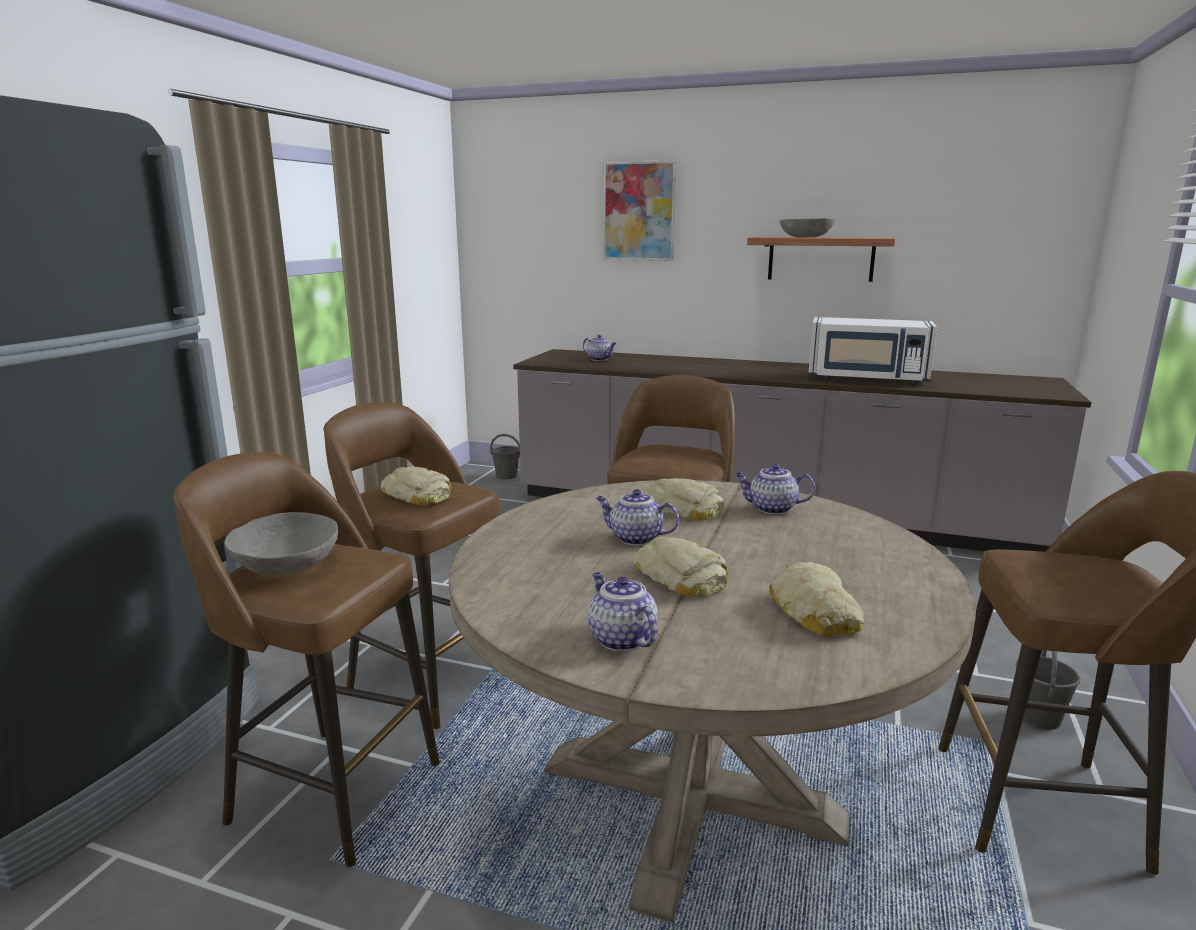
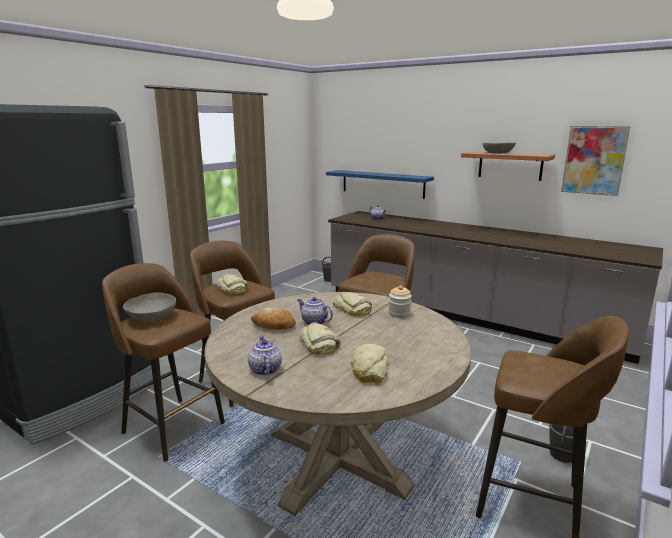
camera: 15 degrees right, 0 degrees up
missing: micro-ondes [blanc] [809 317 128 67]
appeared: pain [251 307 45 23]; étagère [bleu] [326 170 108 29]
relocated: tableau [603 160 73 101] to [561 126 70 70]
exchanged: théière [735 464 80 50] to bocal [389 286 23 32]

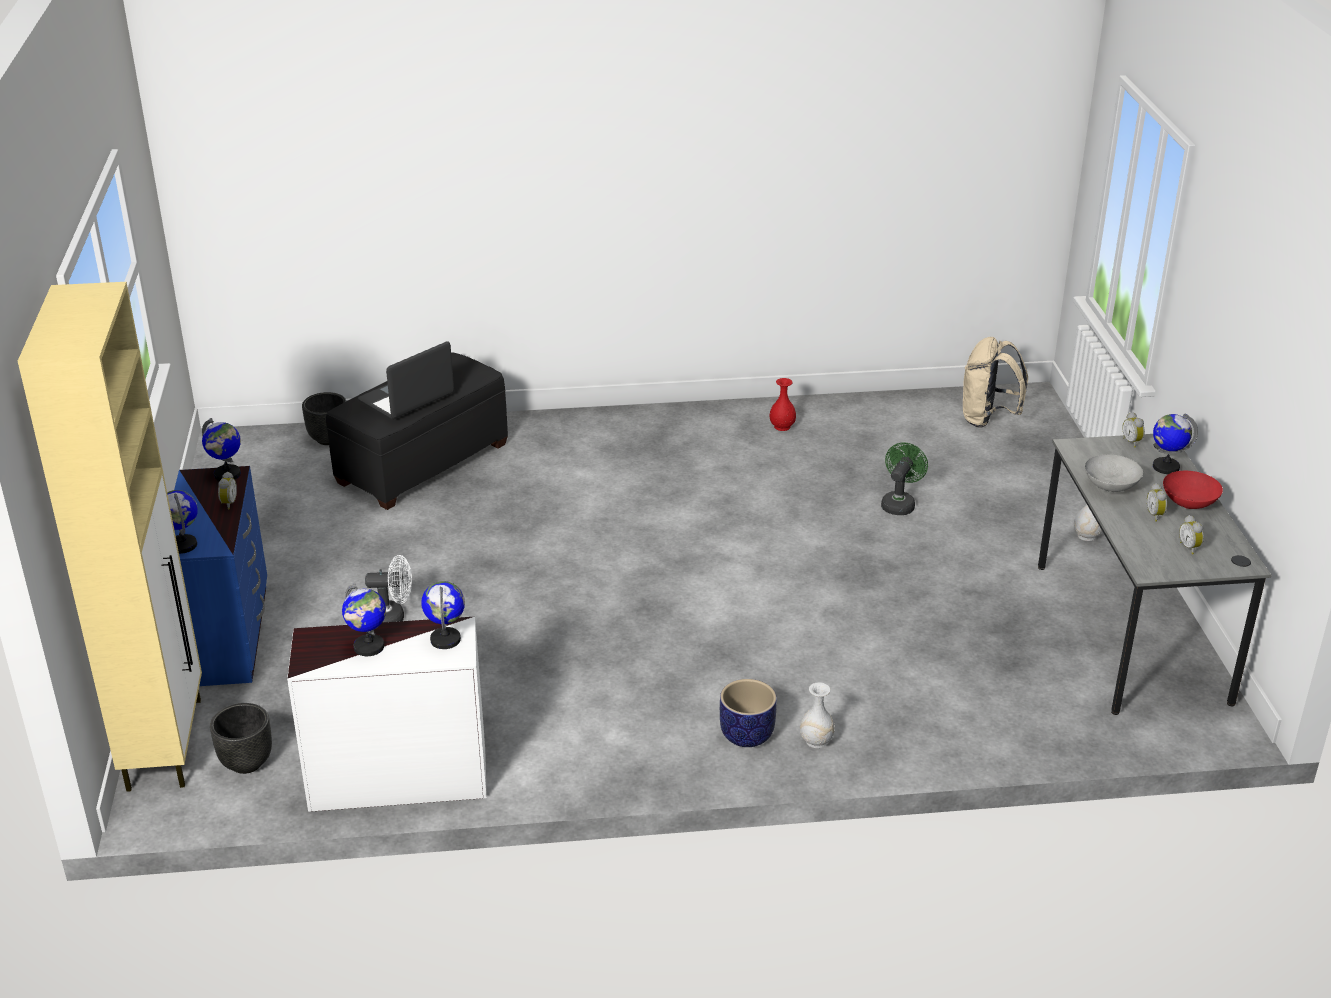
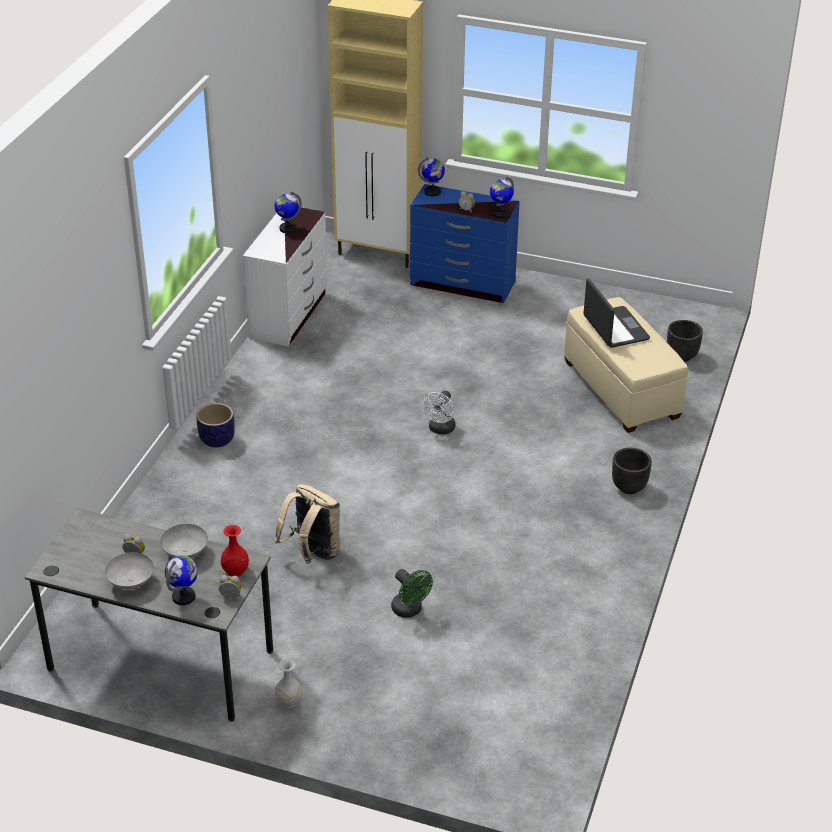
camera: 115 degrees right, 5 degrees up
missing: globe [421 581 44 68]; vase [blanc] [800 682 35 66]; réveil [1179 515 25 39]
relocated: cache-pot [noir] [210 703 62 71] to [612 448 40 46]; ventilateur [blanc] [365 555 47 67] to [421 391 34 44]; vase [rouge] [770 378 26 53] to [221 525 28 52]; sac à dos [beige] [963 337 65 91] to [274 484 66 80]
colour: pouf [noir] [326 352 182 158] to pouf [beige] [564 297 124 136]; bol [rouge] [1163 471 60 38] to bol [gris] [105 553 49 37]

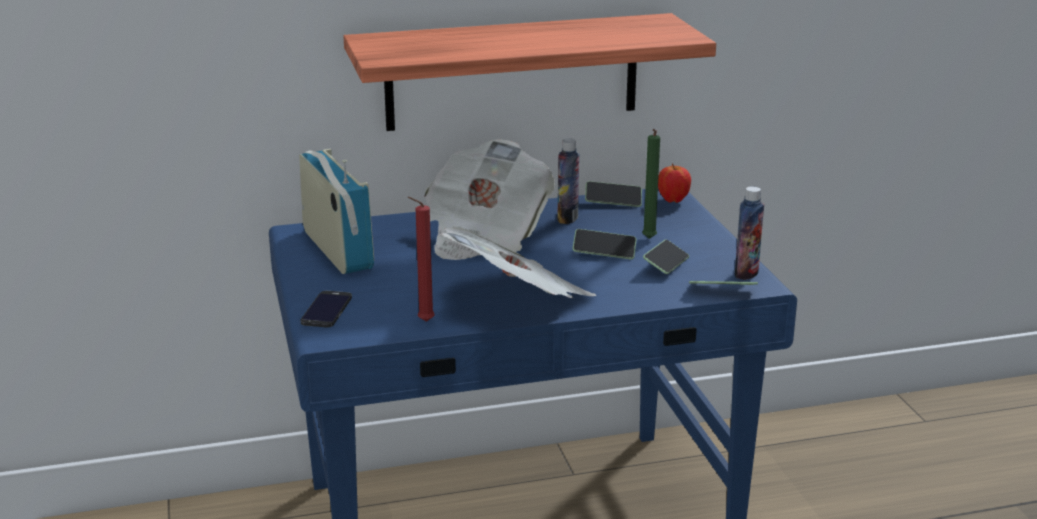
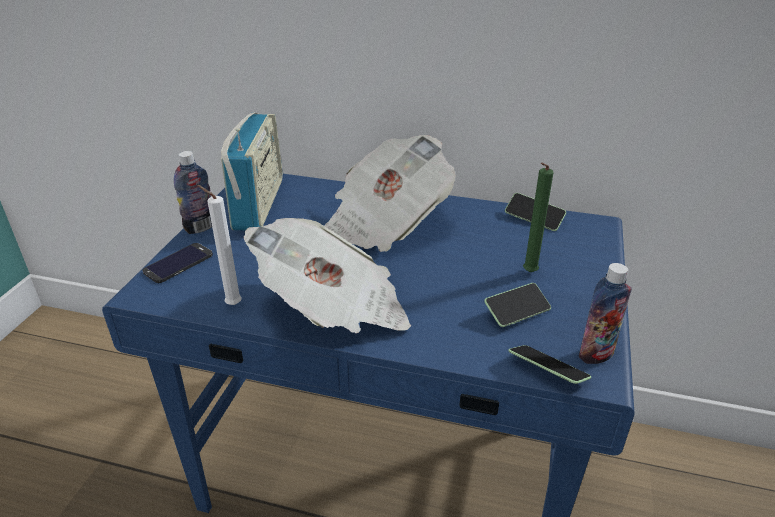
camera: 30 degrees right, 10 degrees up
missing: étagère [343 13 373 118]; téléphone [573 229 63 30]; pomme [658 163 33 40]
relocated: bouteille [557 138 22 86] to [174 151 38 83]
colour: bougie [rouge] [408 197 27 125] to bougie [blanc] [197 185 45 120]

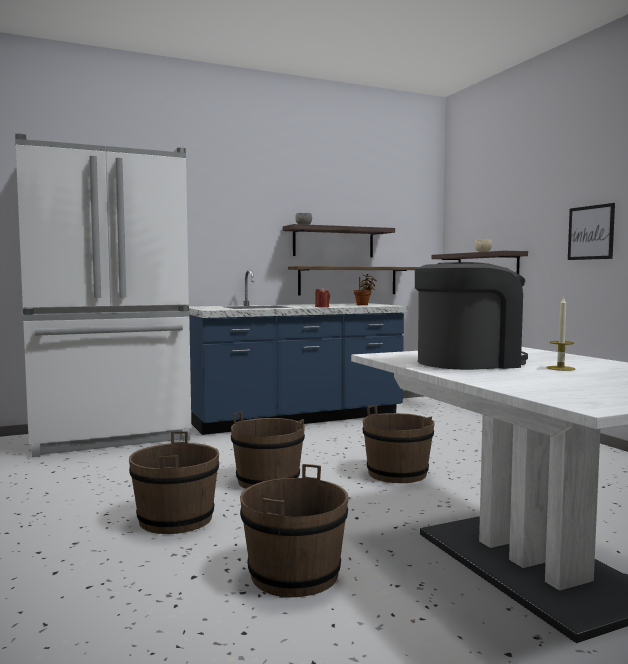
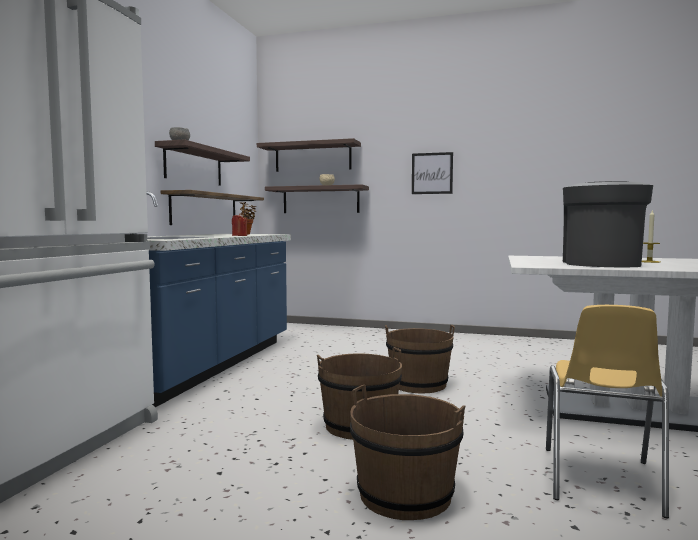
camera: 50 degrees left, 0 degrees up
appeared: étagère [257 138 104 34]
exchanged: seau [marron] [240 464 108 133] to chaise [jaune] [546 305 123 213]

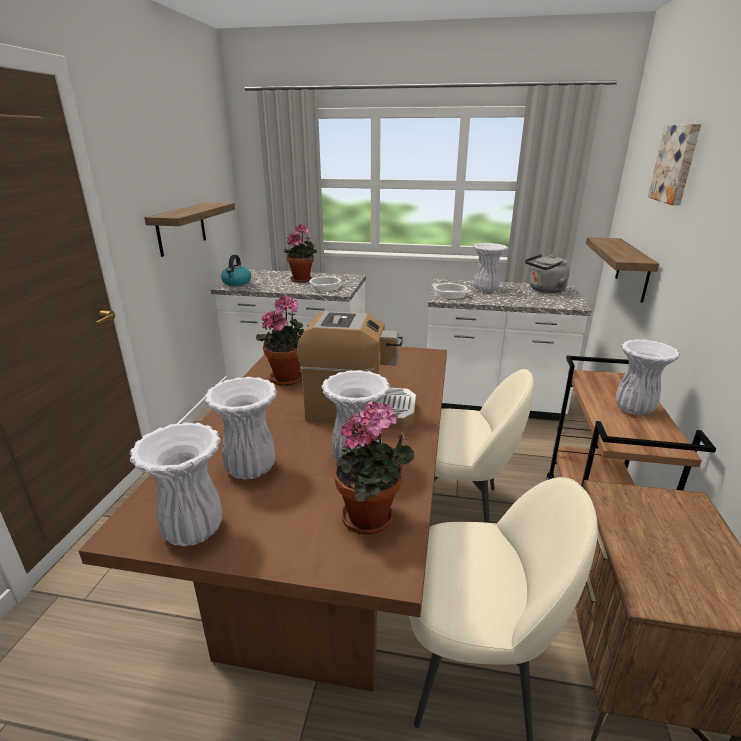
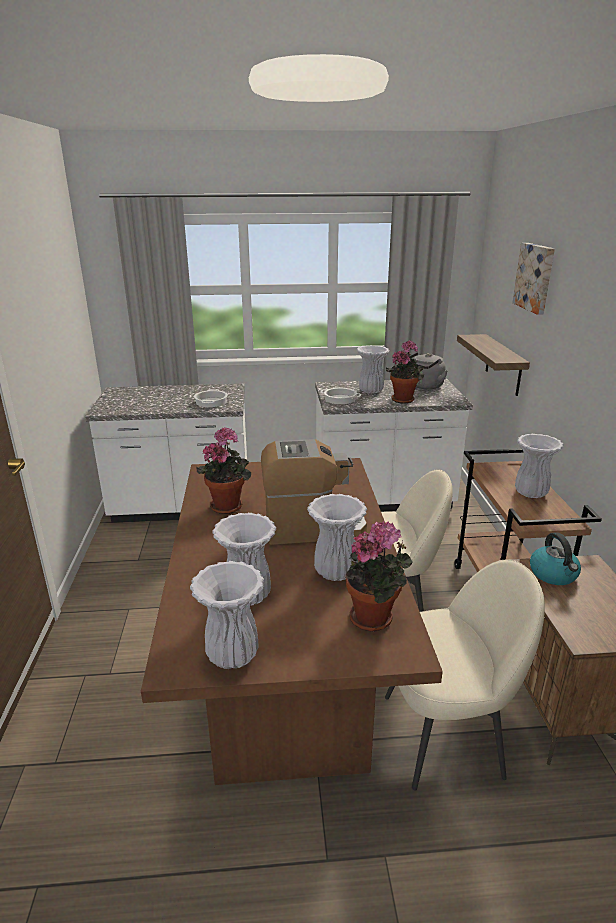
camera: 15 degrees left, 0 degrees up
missing: étagère [144 202 91 55]
relocated: bouilloire [221 255 30 31] to [530 532 51 53]; plante en pot [284 224 33 59] to [386 340 38 64]

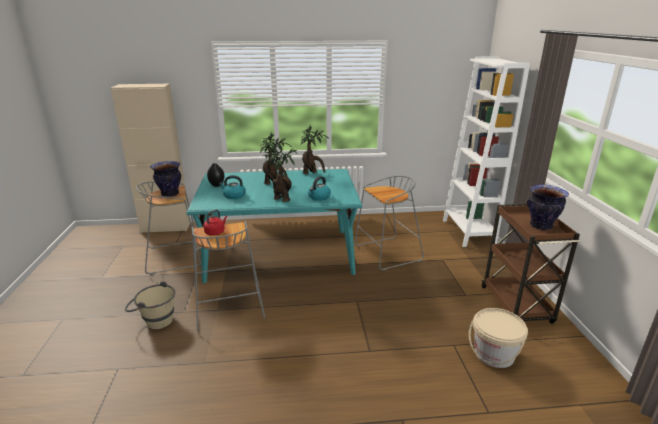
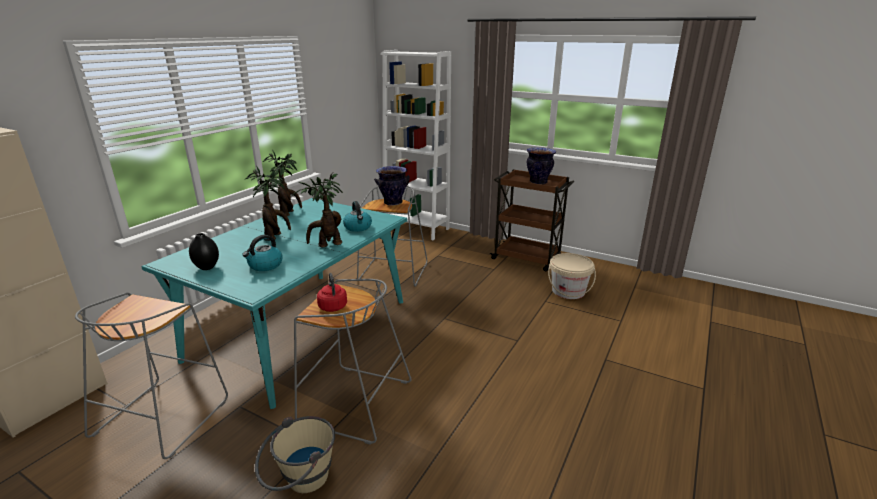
camera: 55 degrees left, 0 degrees up
relocated: vase [150 161 31 36] to [374 166 36 40]

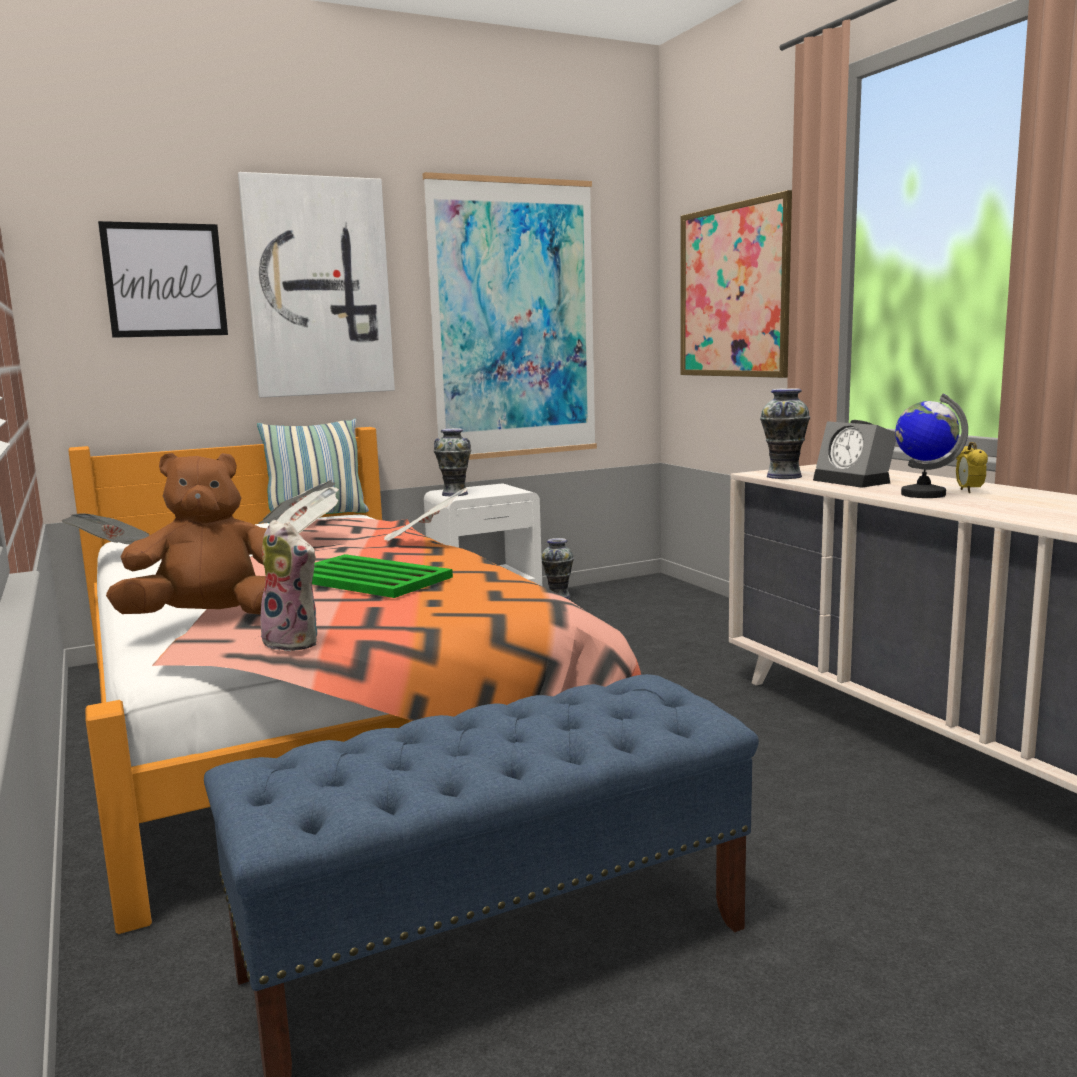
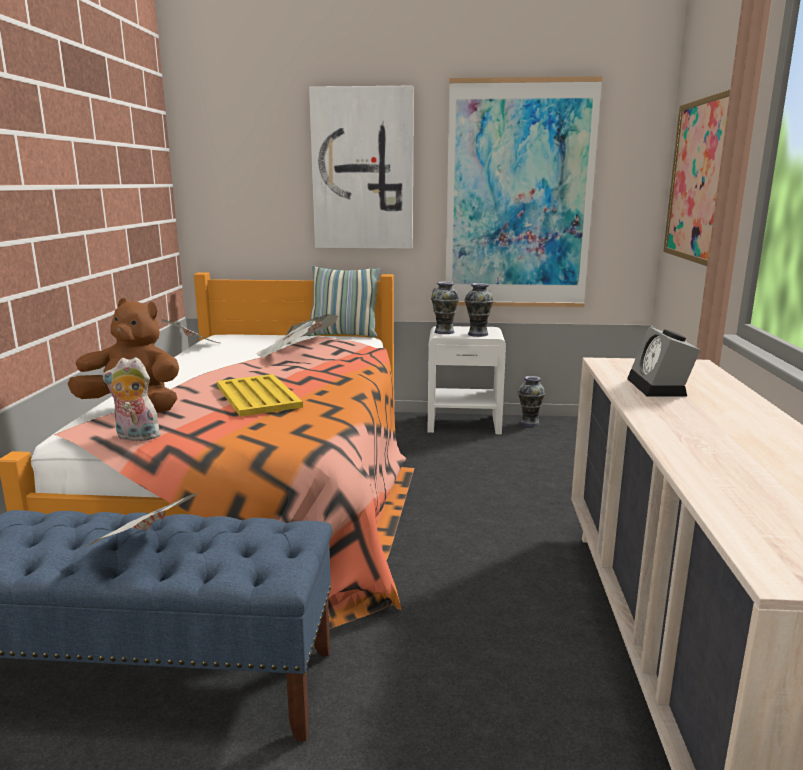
camera: 30 degrees right, 5 degrees up
missing: tableau [98 221 130 117]; globe [895 393 73 105]; réveil [956 442 32 51]
relocated: journal [384 488 83 53] to [87 492 113 54]; vase [760 388 50 91] to [464 283 30 54]
colour: plateau [vert] [312 554 141 44] to plateau [jaune] [217 374 86 43]
spun: peluche [255 520 62 132] = [103 357 58 86] 120 degrees clockwise

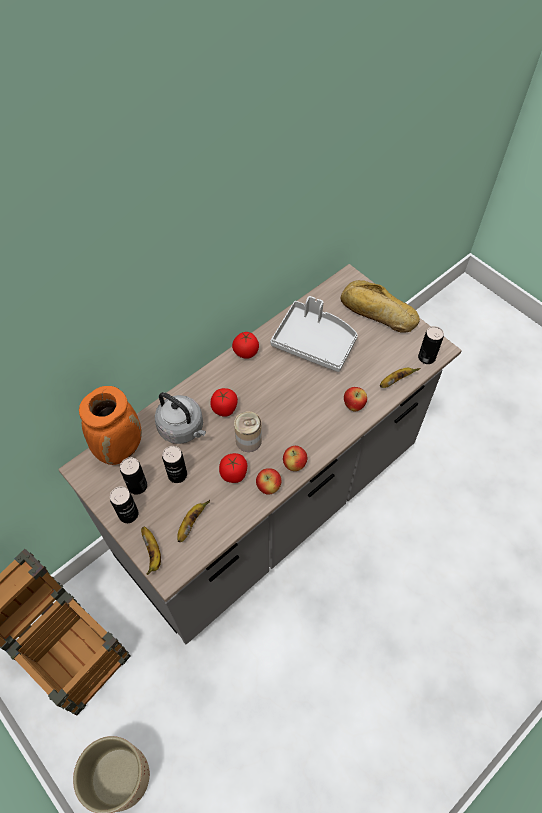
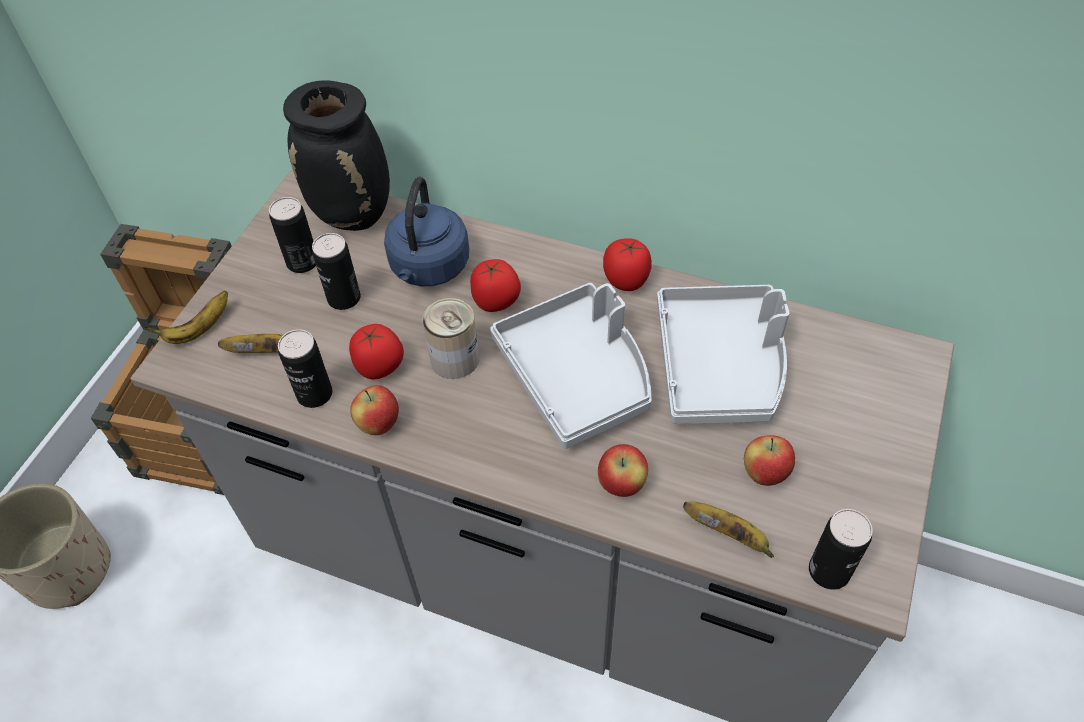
camera: 65 degrees right, 5 degrees down
missing: pain [340 280 80 53]
appeared: plateau [gris] [490 283 162 166]
relocated: boîte métallique [110 486 29 37] to [278 329 55 79]; pomme [283 446 24 25] to [744 435 51 51]
colour: vase [orange] [79 386 63 79] to vase [noir] [283 80 107 151]; bouilloire [gris] [155 392 51 52] to bouilloire [bleu] [384 176 85 110]

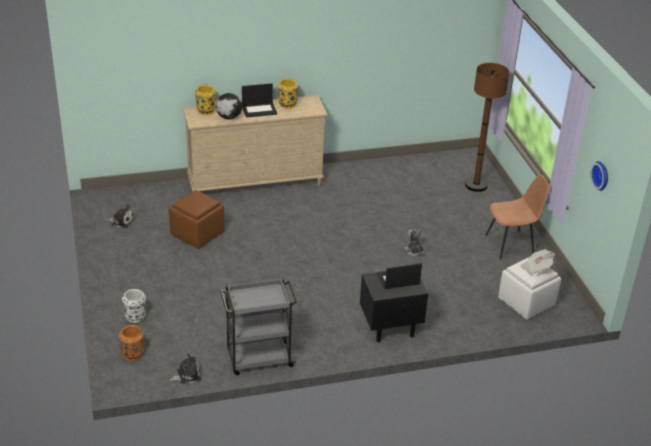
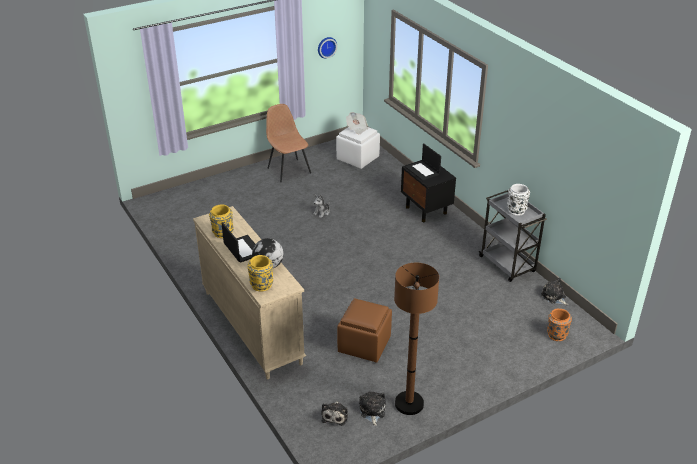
camera: 105 degrees left, 0 degrees up
appeared: peluche [321 401 27 25]
relocated: vase [blanc] [122 289 24 34] to [507 184 23 32]; lampadaire [marron] [465 63 44 129] to [394 263 45 152]

